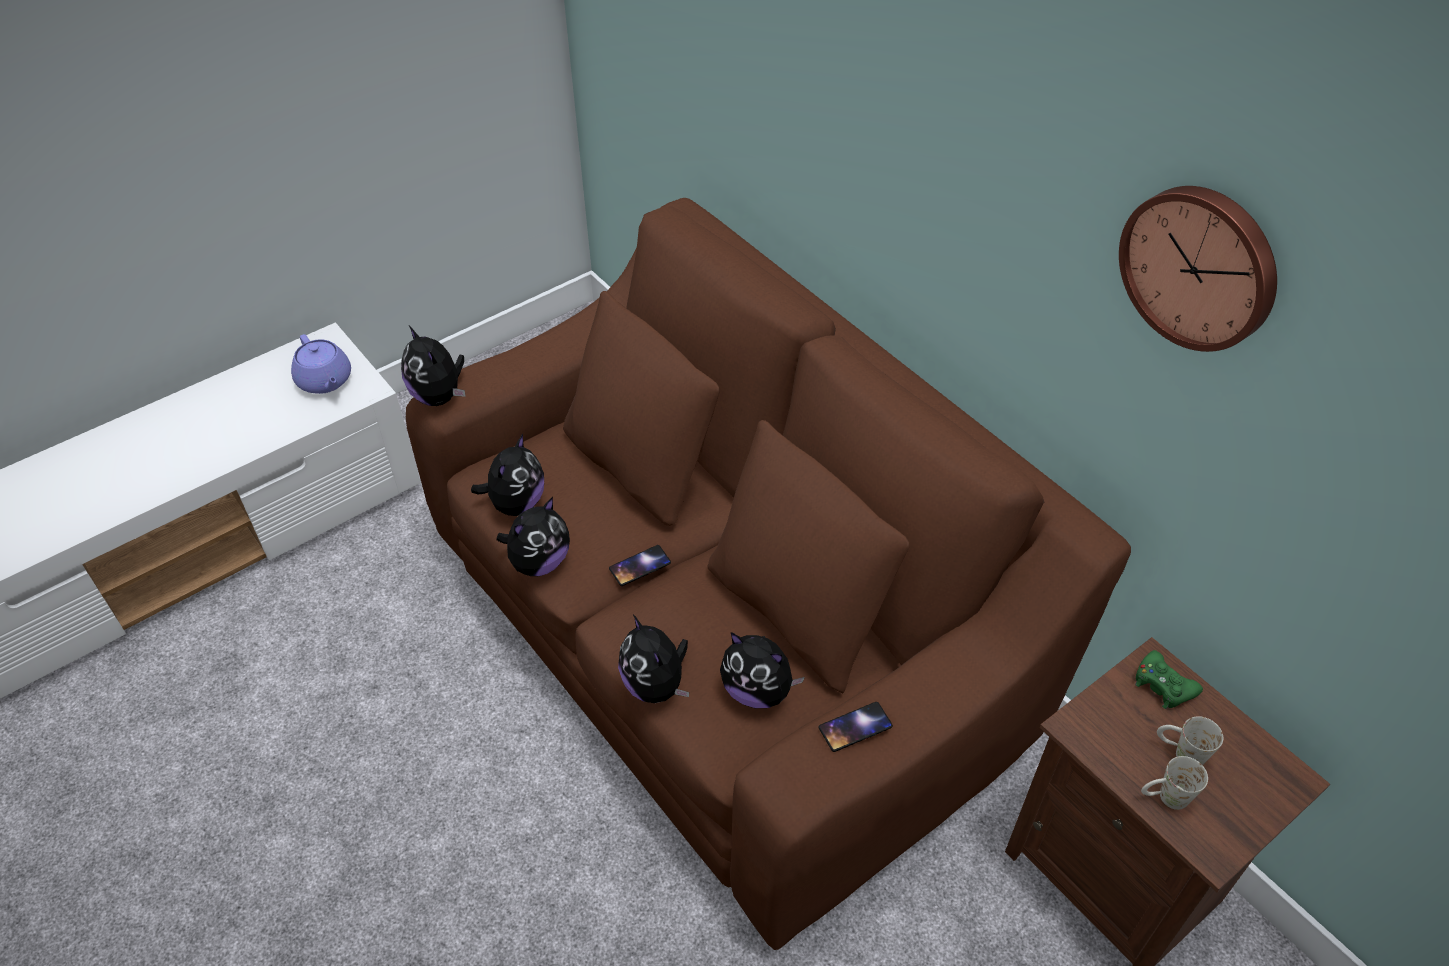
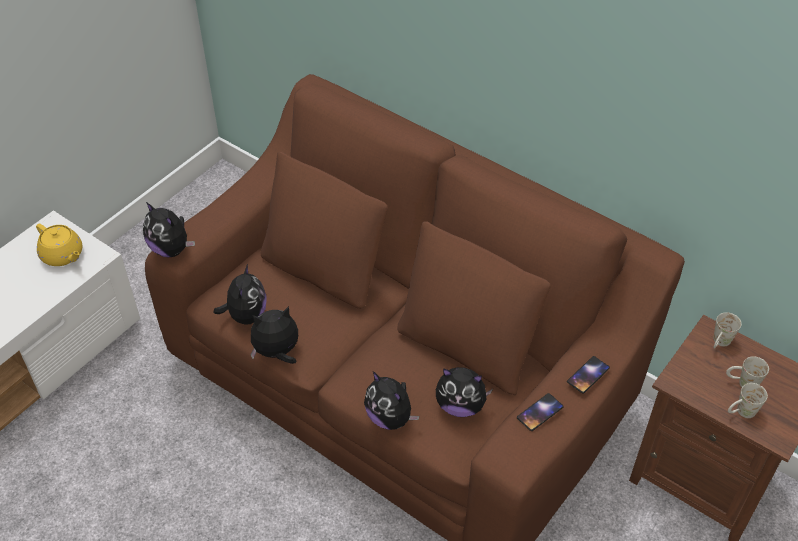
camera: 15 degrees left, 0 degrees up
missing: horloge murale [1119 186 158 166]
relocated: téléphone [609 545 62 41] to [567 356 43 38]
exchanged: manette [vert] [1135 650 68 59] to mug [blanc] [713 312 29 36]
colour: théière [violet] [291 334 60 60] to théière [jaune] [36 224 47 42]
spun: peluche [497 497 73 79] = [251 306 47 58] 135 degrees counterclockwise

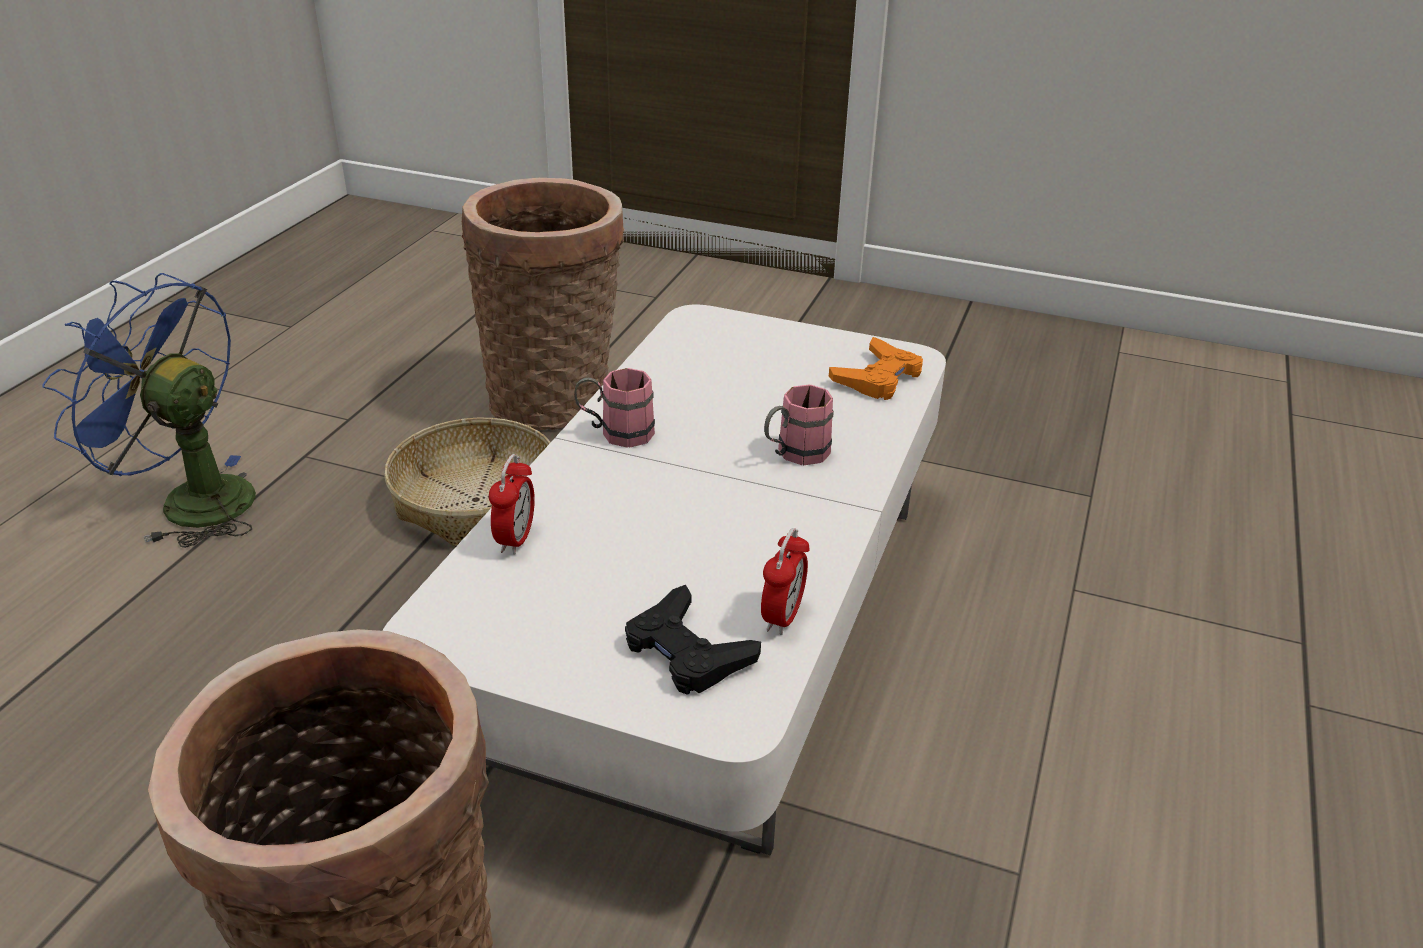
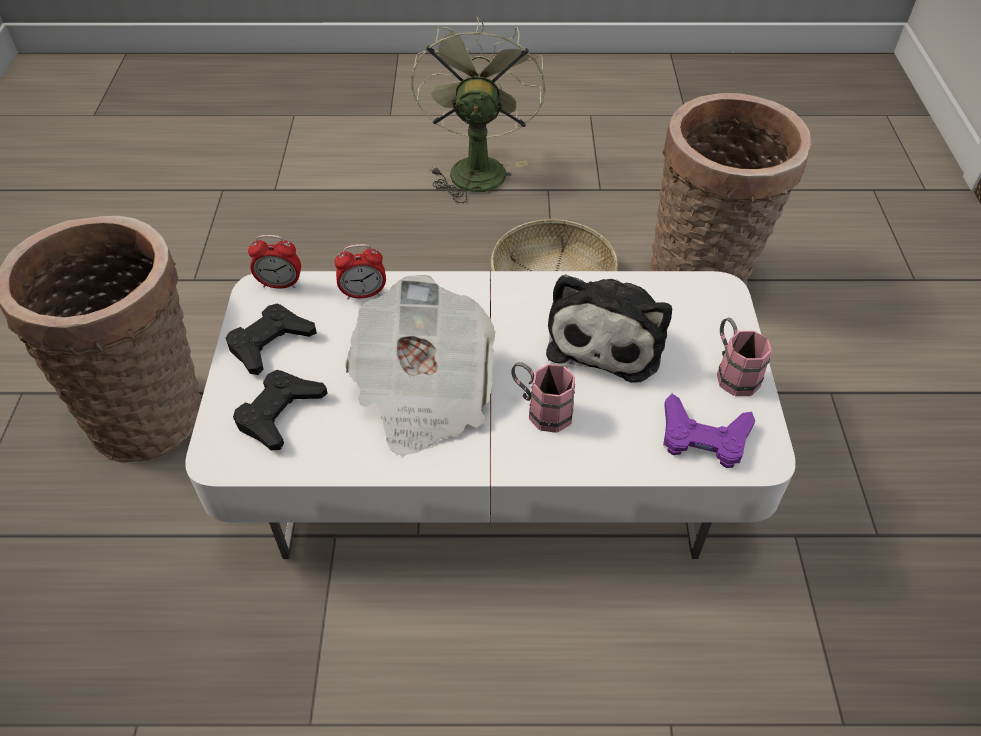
camera: 70 degrees right, 15 degrees up
appeared: manette [noir] [226 303 91 72]; journal [345 275 150 181]; peluche [546 274 126 109]
relocated: mug [rose] [574 368 81 80] to [717 318 55 78]; réveil [761 528 49 107] to [248 235 53 54]
colour: ventilateur [bleu] [42 273 214 275] to ventilateur [vert] [411 16 135 187]; manette [orange] [829 337 94 63] to manette [violet] [663 394 92 74]

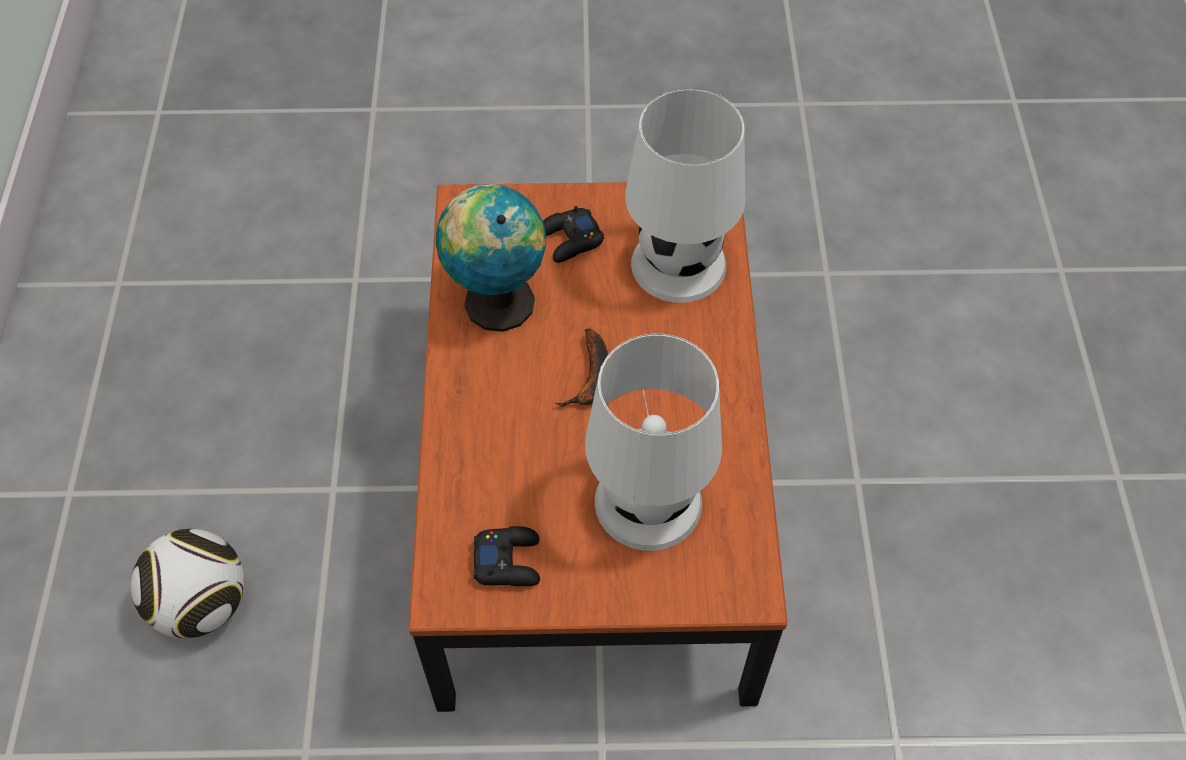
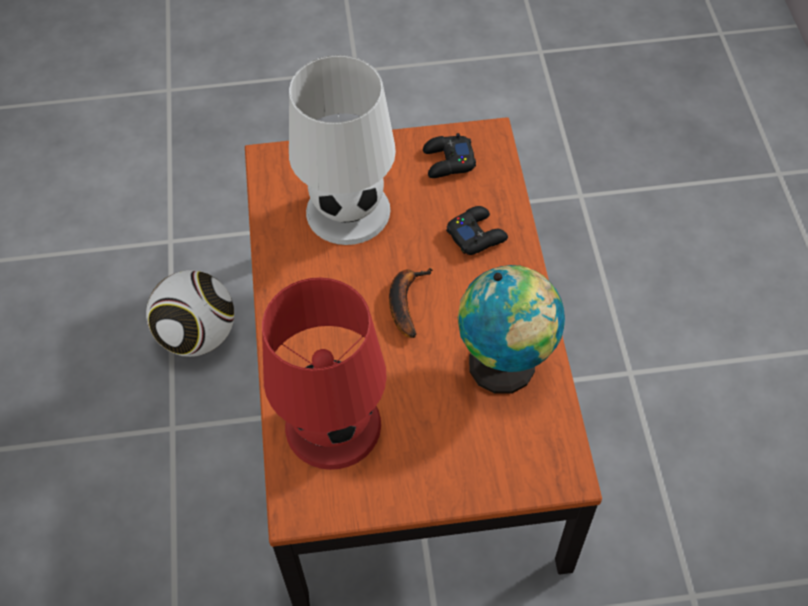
camera: 175 degrees right, 0 degrees up
relocated: ballon de foot [131 529 113 109] to [146 270 88 87]; manette [noir] [543 206 61 57] to [446 206 62 49]
colour: lampe de table [blanc] [625 88 120 215] to lampe de table [rouge] [262 277 125 193]

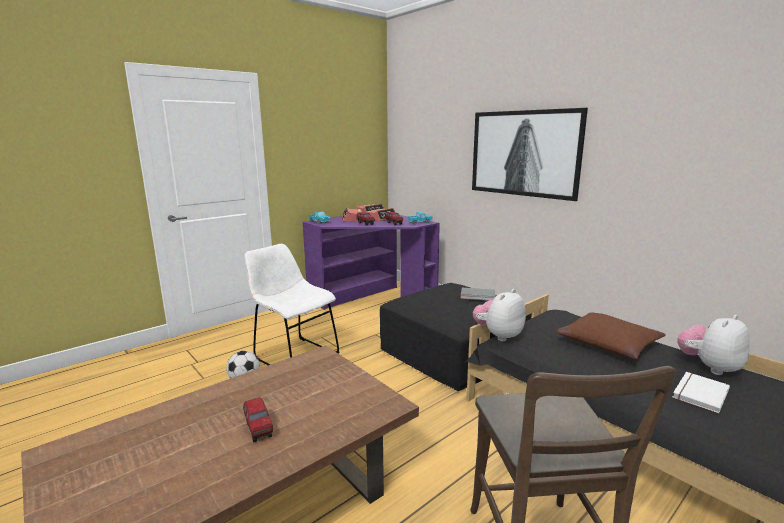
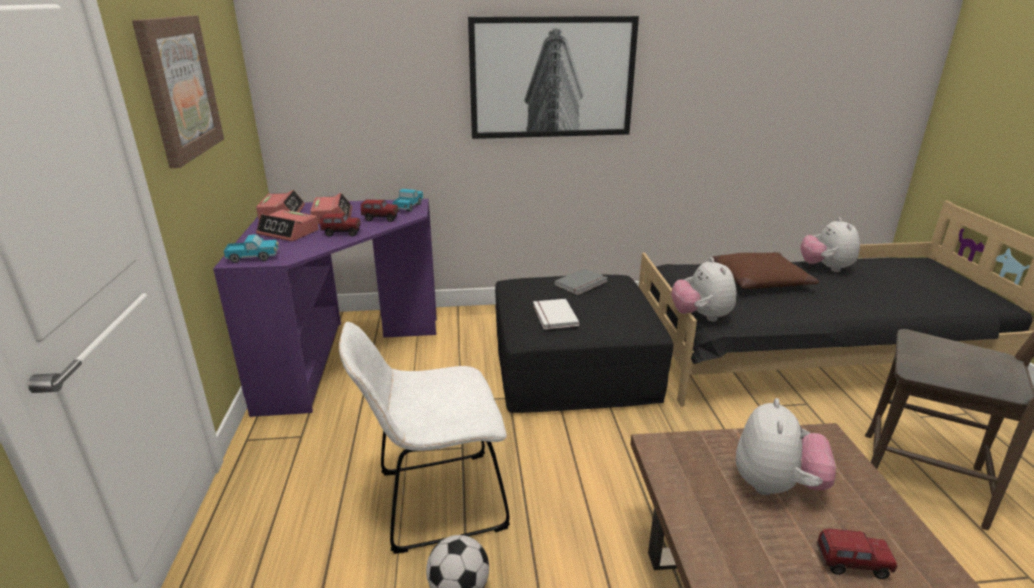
camera: 55 degrees left, 10 degrees up
appeared: tableau [132 16 92 152]; peluche [736 398 100 97]
relocated: livre [blanc] [673 372 57 41] to [533 299 47 30]

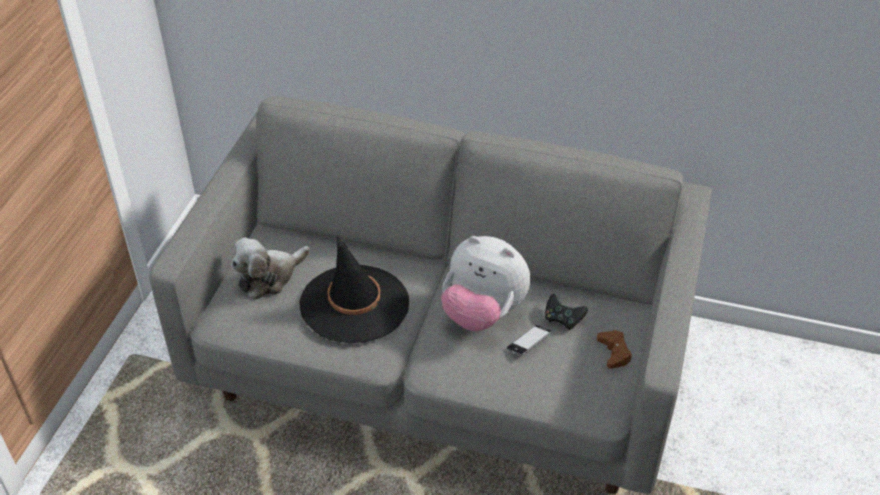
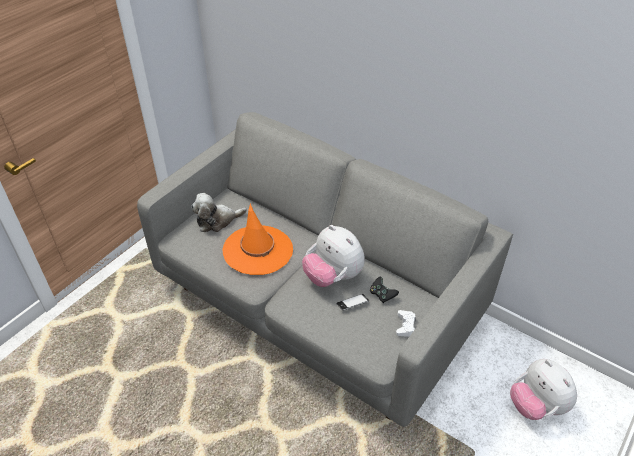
camera: 20 degrees right, 0 degrees up
appeared: peluche [510 359 67 61]
colour: chapeau [noir] [299 235 110 108] to chapeau [orange] [222 203 71 72]; manette [marron] [597 330 35 39] to manette [blanc] [396 310 20 27]

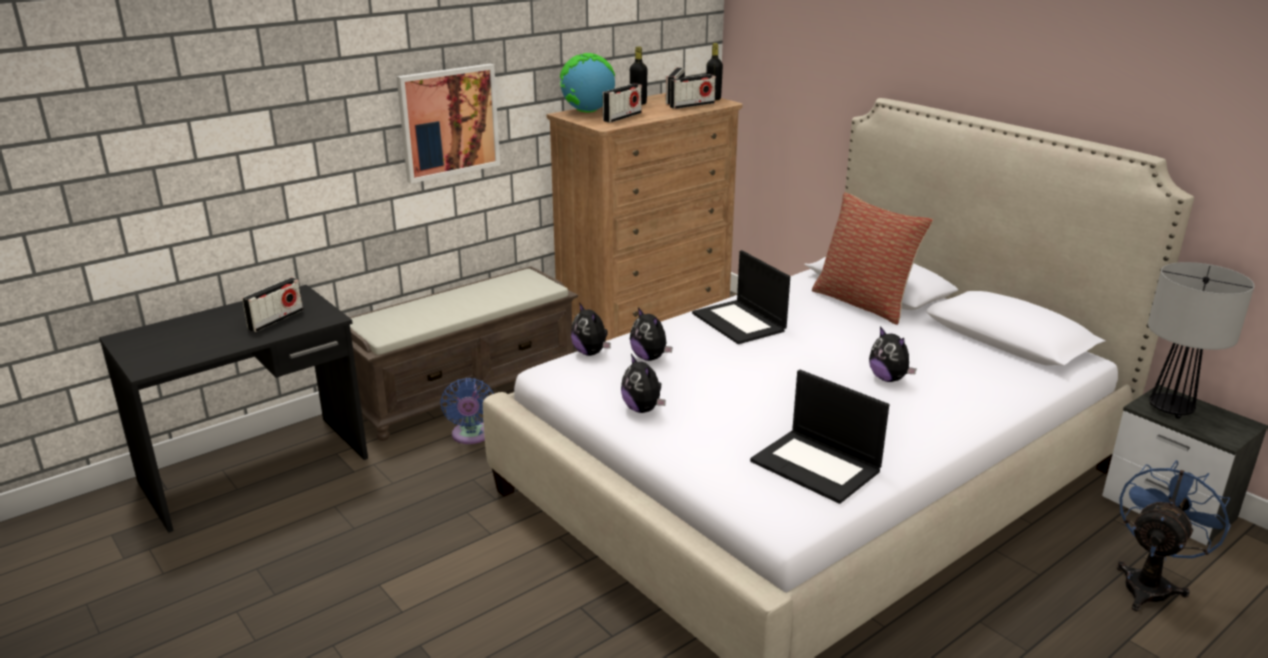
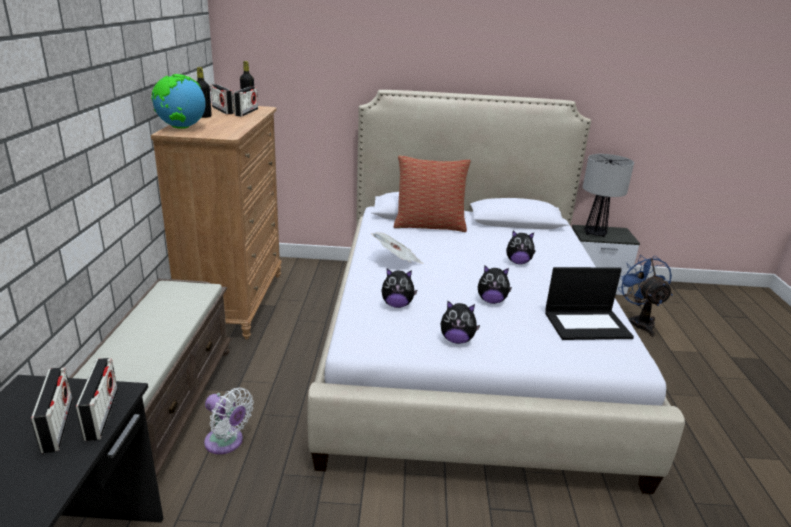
camera: 50 degrees left, 0 degrees up
missing: tableau [396 64 104 120]
relocated: peluche [571 303 40 53] to [478 266 34 38]; radio [603 83 39 40] to [76 358 42 83]
exchanged: ordinateur portable [692 250 98 94] to journal [371 232 53 32]
colour: ventilateur [bleu] [440 378 54 66] to ventilateur [blanc] [204 388 50 66]

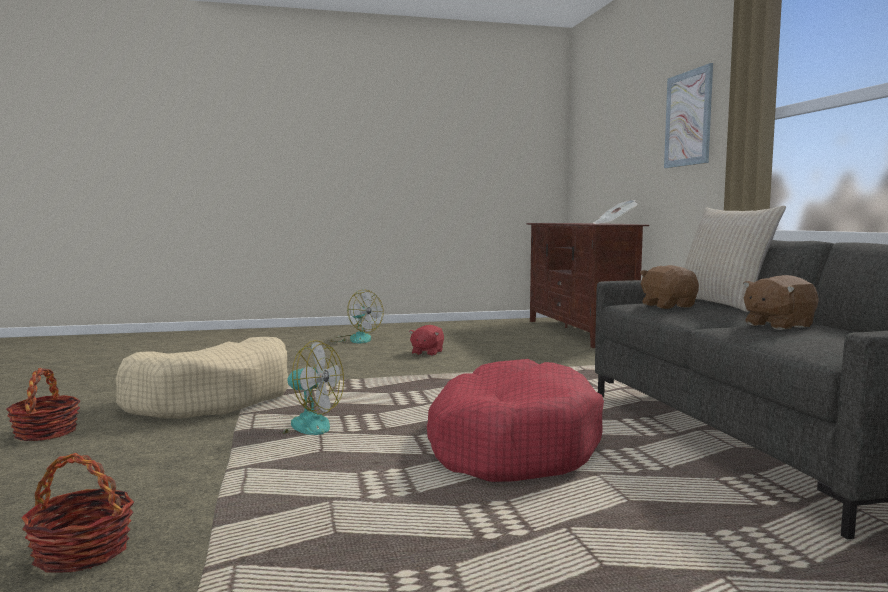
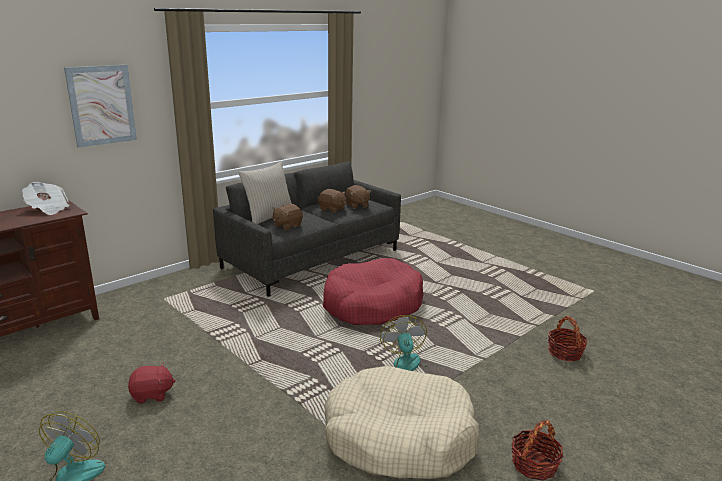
camera: 120 degrees left, 15 degrees up
appeared: peluche [marron] [345 185 26 24]

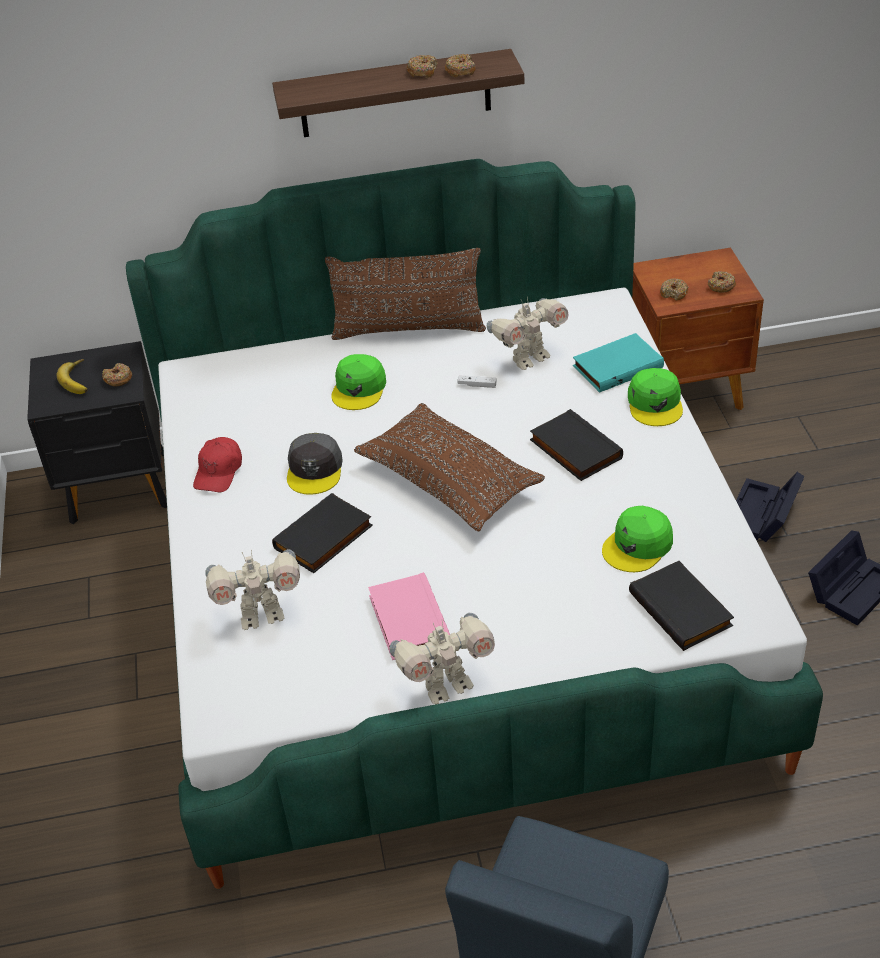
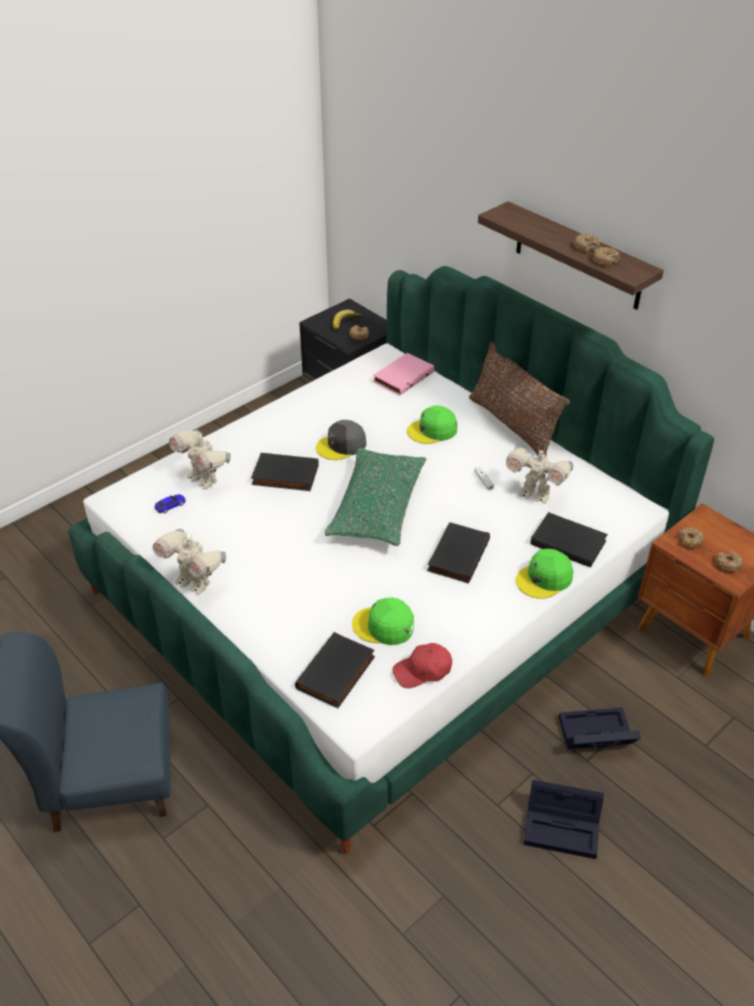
camera: 55 degrees right, 0 degrees up
appeared: petite voiture [155 494 31 19]
relocated: casquette [rouge] [193 437 49 55] to [392 643 60 45]; livre [rose] [368 572 82 88] to [373 353 61 43]
colour: coussin [marron] [354 403 191 128] to coussin [vert] [325 448 101 98]; livre [turquoise] [573 333 91 60] to livre [noir] [530 512 78 55]

